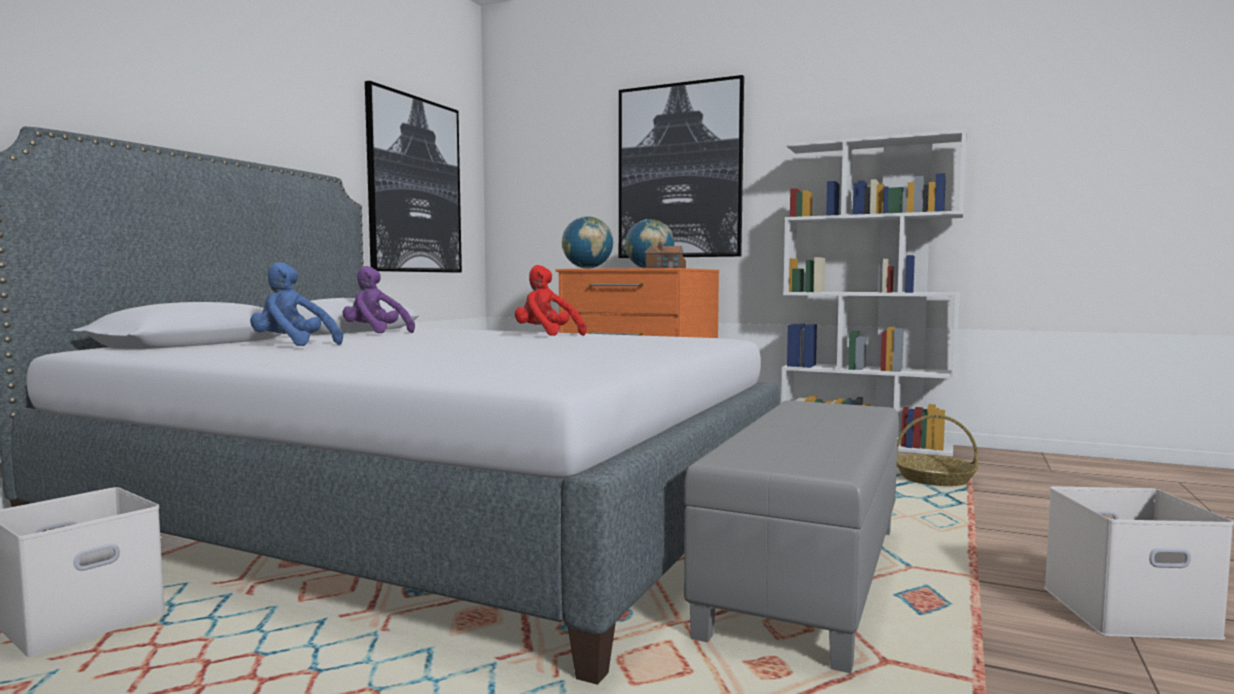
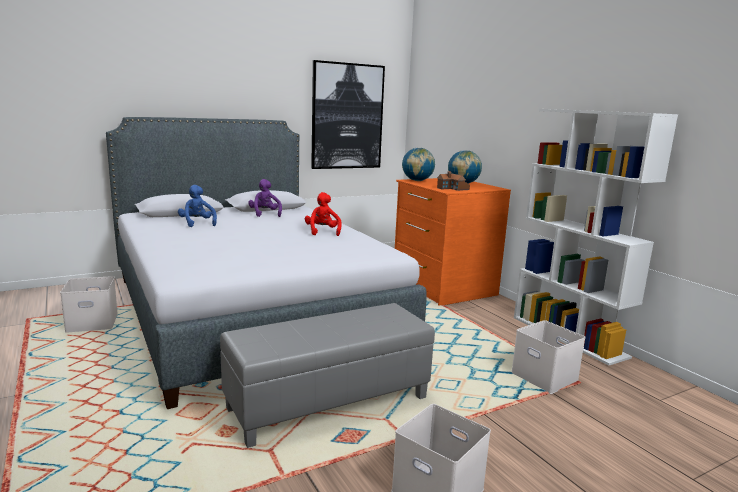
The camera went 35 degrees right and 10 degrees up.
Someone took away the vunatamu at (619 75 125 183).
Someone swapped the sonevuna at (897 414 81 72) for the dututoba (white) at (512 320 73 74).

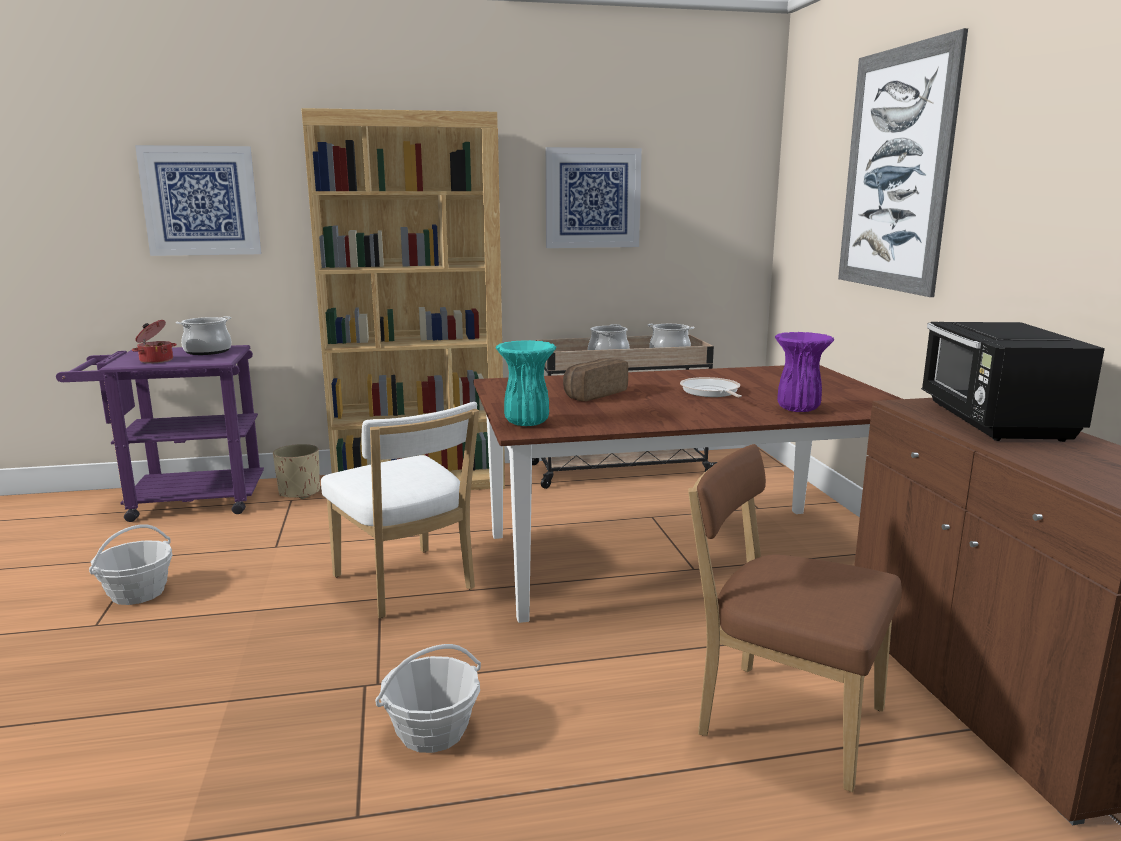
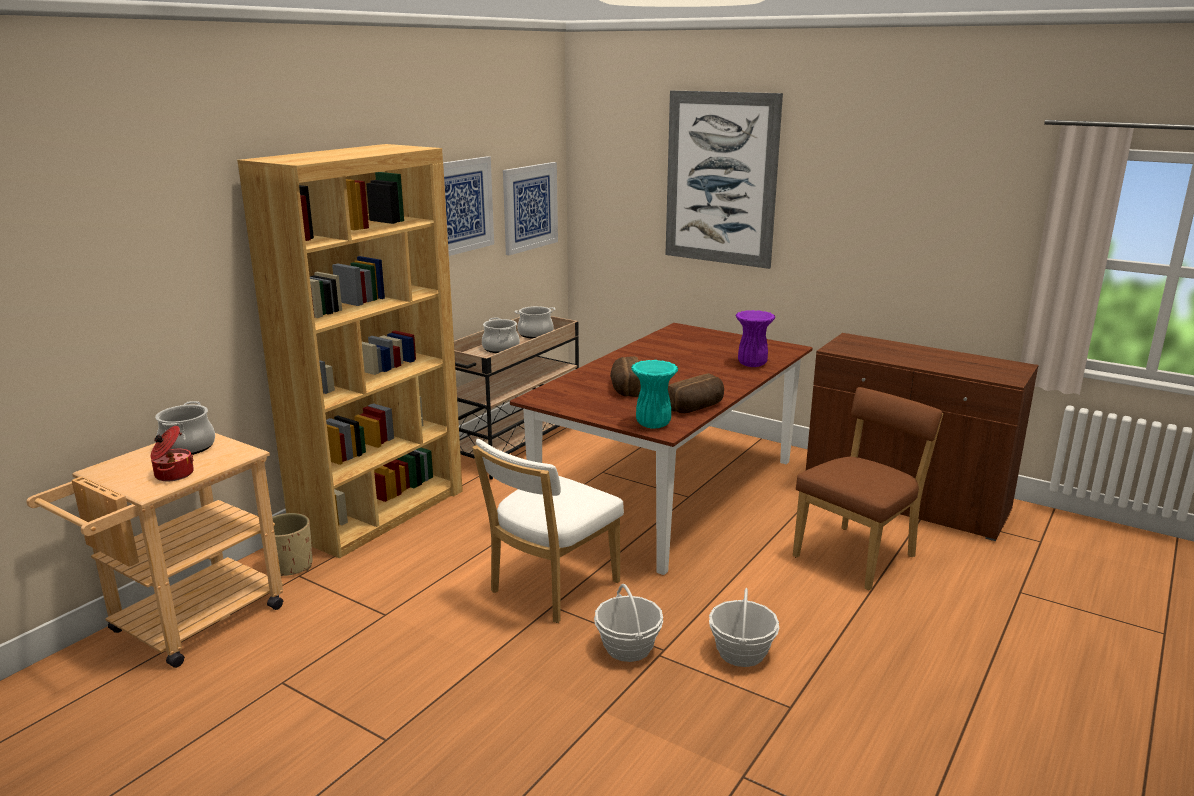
The camera went 45 degrees left and 5 degrees up.
Someone repainted the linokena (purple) at (56 345 208 177), which became the linokena (beige) at (26 433 258 235).
Someone carried the sonevuna from (89 524 84 81) to (594 584 69 78).
Someone carried the vunatamu from (135 145 126 111) to (503 162 55 93).
Someone rotated the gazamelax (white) at (321 402 158 216) by 120 degrees clockwise.
Someone took away the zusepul at (680 377 62 20).
Someone rotated the gazamelax (brown) at (688 444 214 348) by 150 degrees clockwise.
Someone took away the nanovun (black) at (921 322 184 120).
Someone put down the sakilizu at (668 373 56 40).

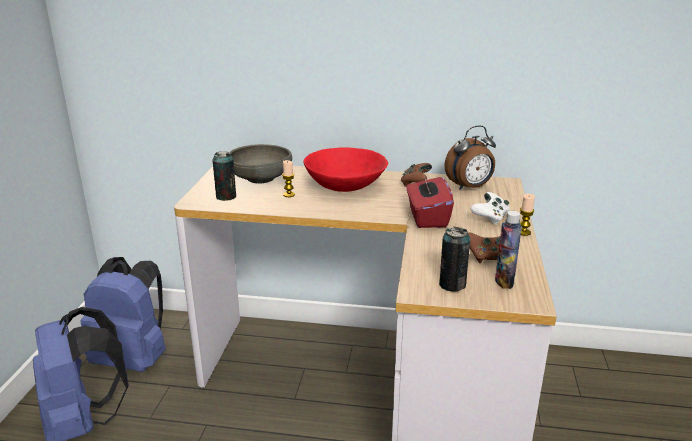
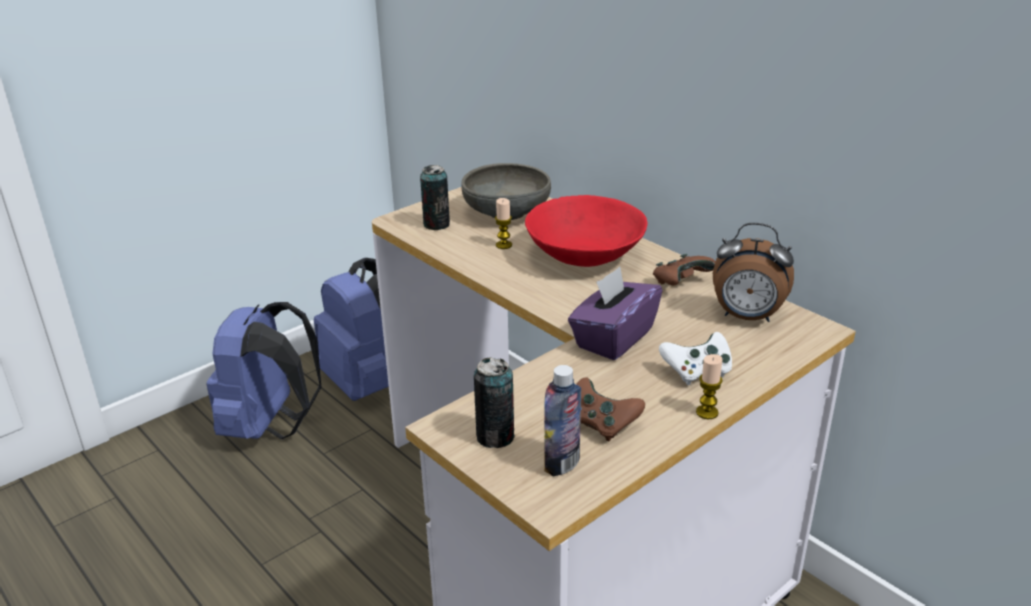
The camera went 40 degrees right and 5 degrees up.
Someone repainted the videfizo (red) at (407 172 47 56), which became the videfizo (purple) at (568 267 95 93).

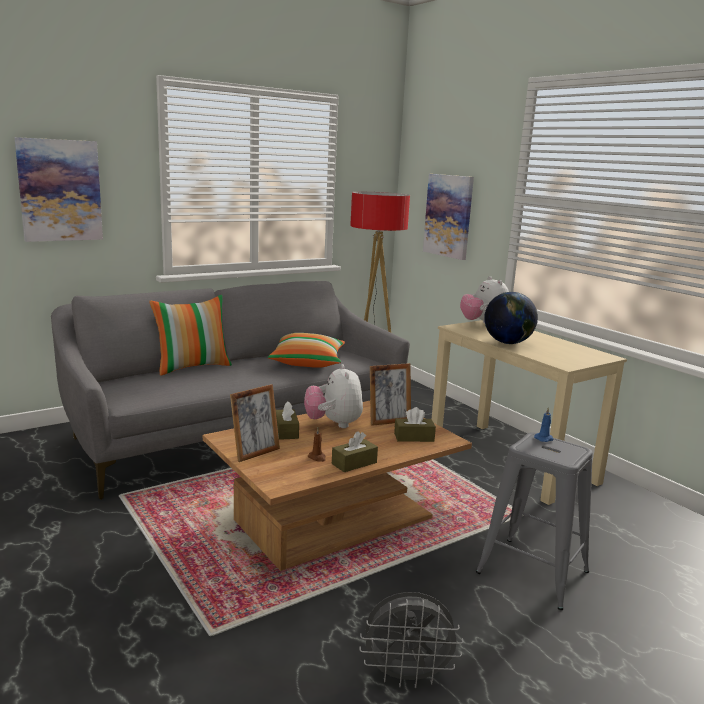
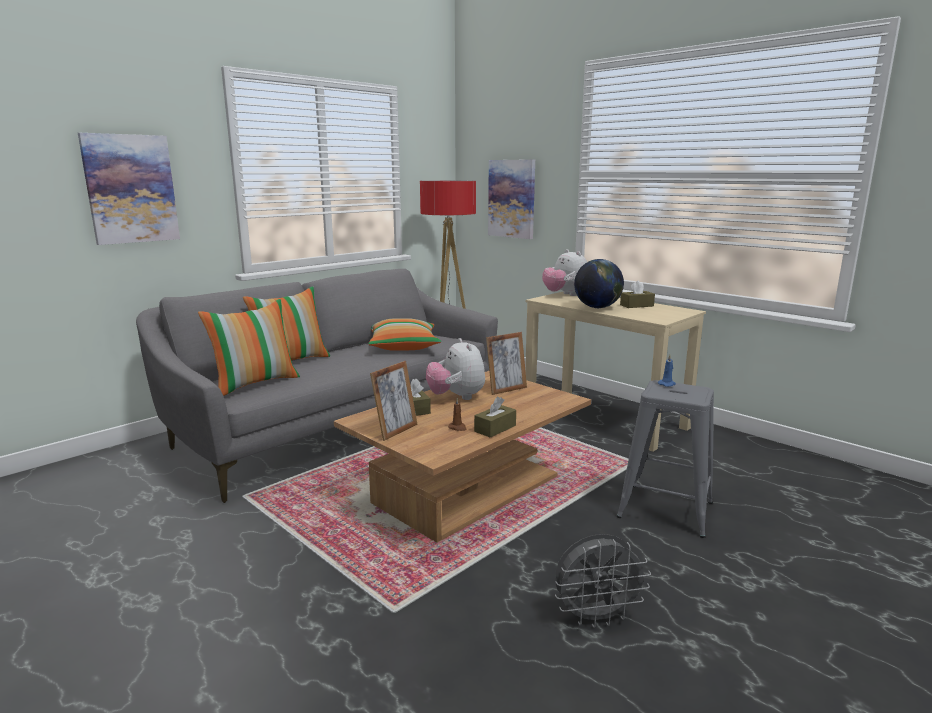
The camera went 10 degrees left and 0 degrees up.
Someone carried the videfizo (brown) from (394 407 42 35) to (620 280 35 28).
Someone put down the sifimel at (198 299 102 97).

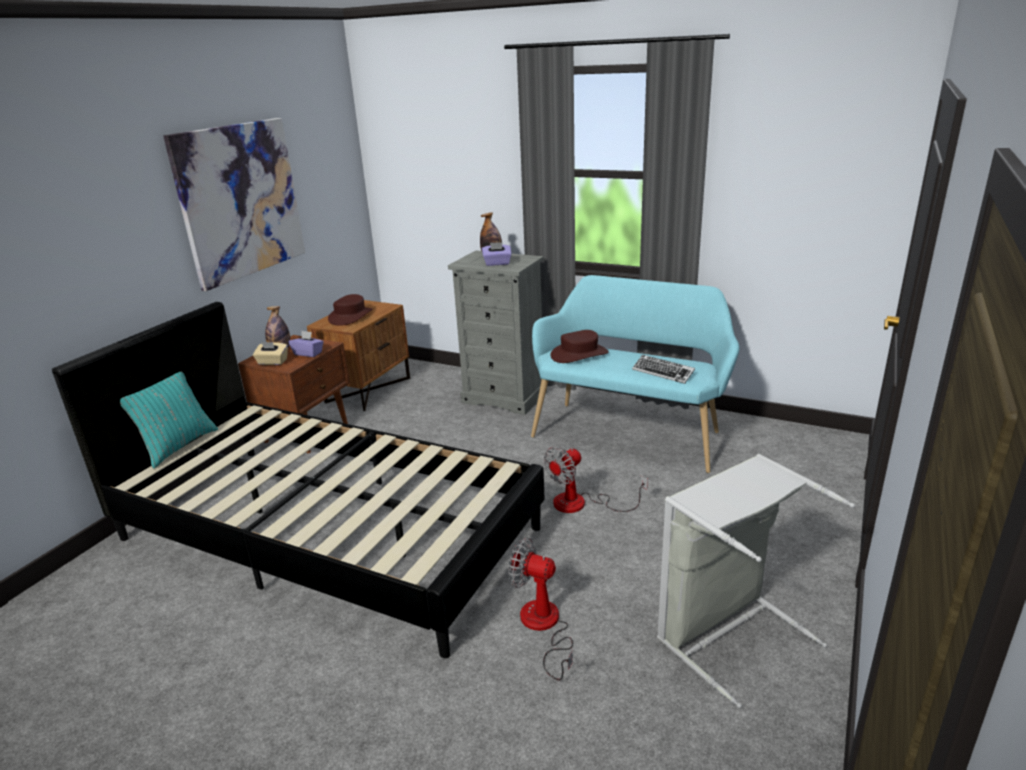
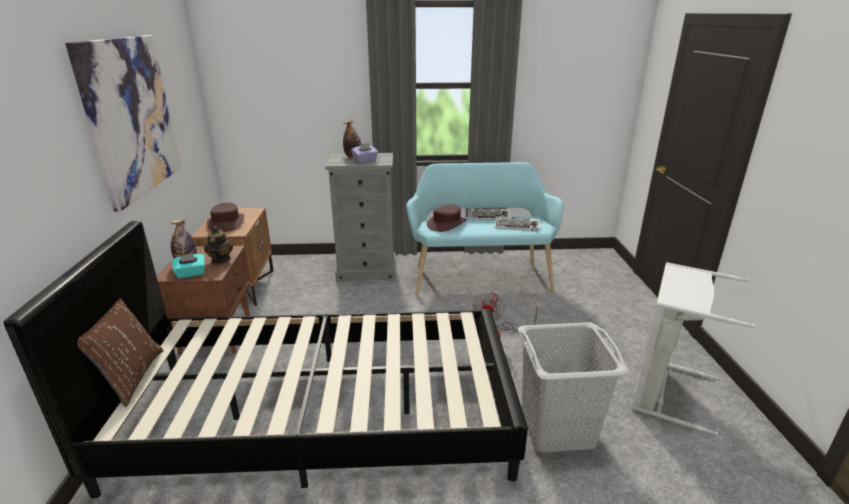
The camera went 30 degrees left and 0 degrees up.
Someone repainted the sifimel (turquoise) at (120 372 98 96), which became the sifimel (brown) at (77 298 87 109).
Someone repainted the videfizo (beige) at (253 342 35 23), which became the videfizo (turquoise) at (172 254 33 25).
Someone swapped the videfizo (purple) at (289 331 35 26) for the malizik at (204 226 29 38).
Someone swapped the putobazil at (508 538 65 142) for the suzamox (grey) at (518 322 111 130).
Someone put down the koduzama at (468 208 42 12).

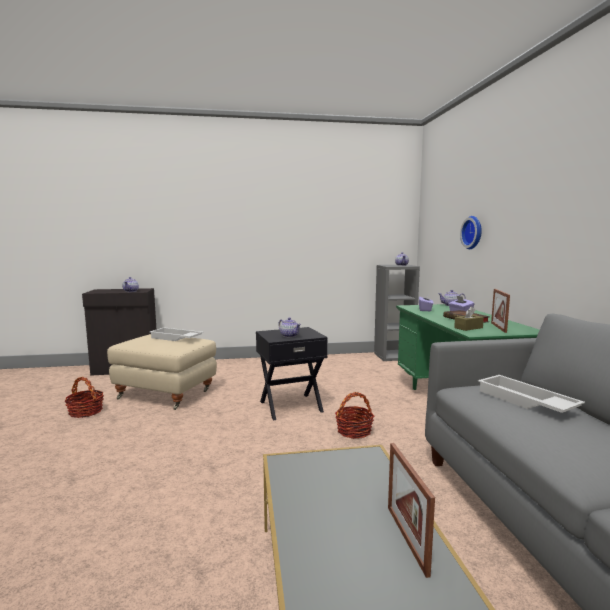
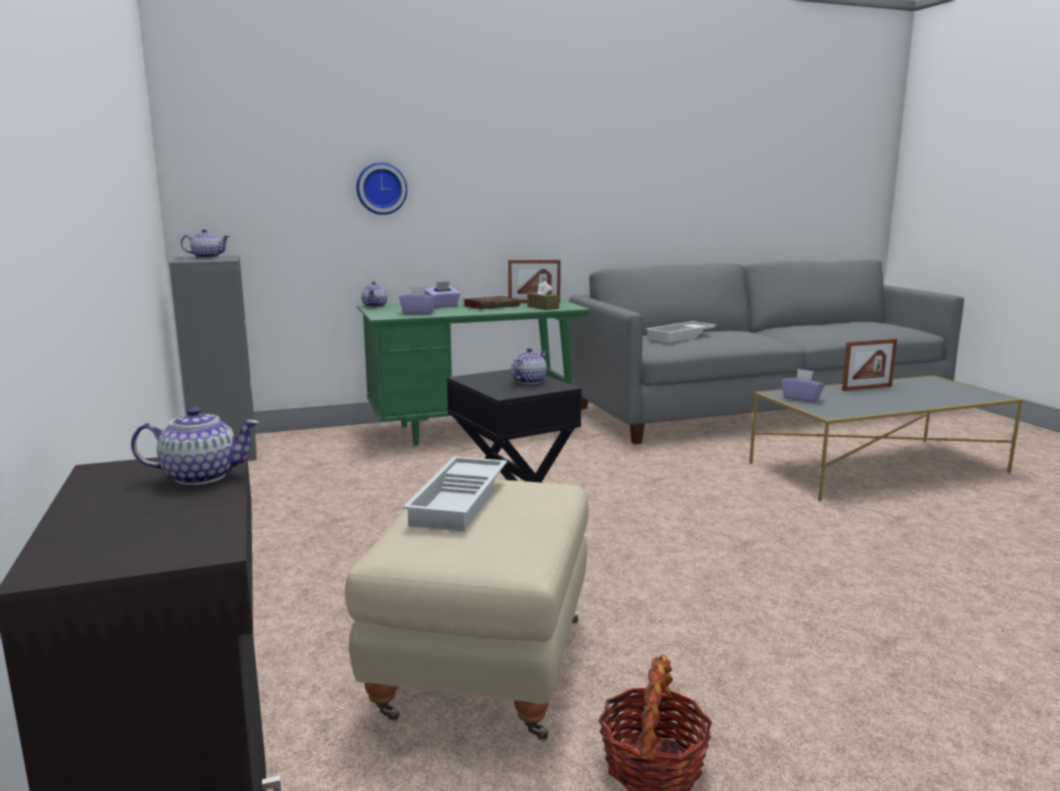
The camera went 100 degrees left and 5 degrees up.
Someone took away the sonevuna at (335 392 39 47).
Someone put down the videfizo (purple) at (781 369 44 33).

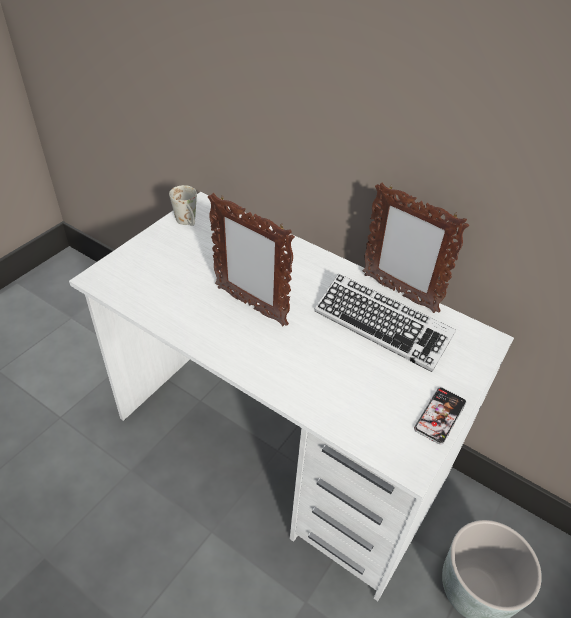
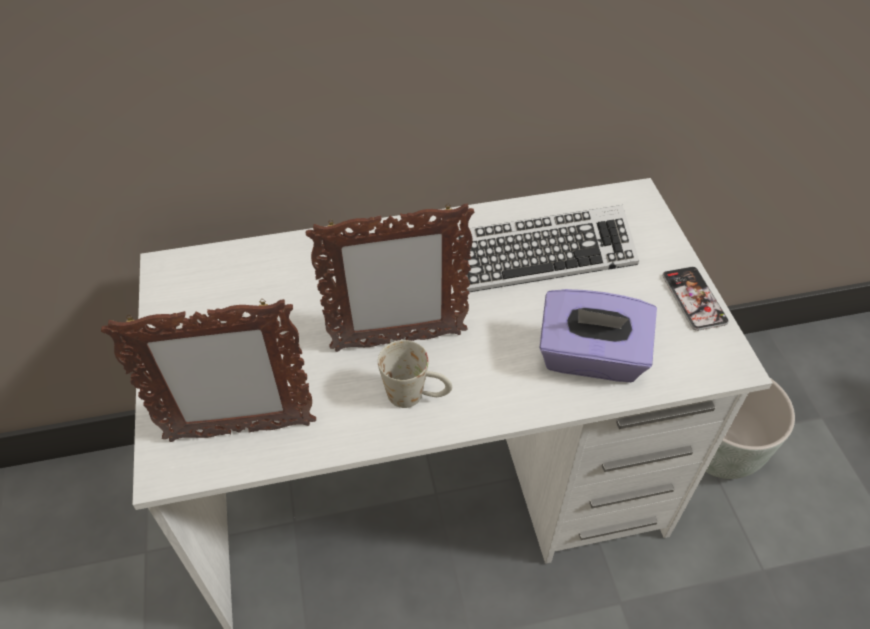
The camera went 45 degrees left and 5 degrees up.
Someone carried the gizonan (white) from (169 185 28 41) to (378 340 74 68).
Someone carried the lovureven from (362 182 107 131) to (101 299 215 143).
Someone put down the videfizo (purple) at (539 289 118 93).

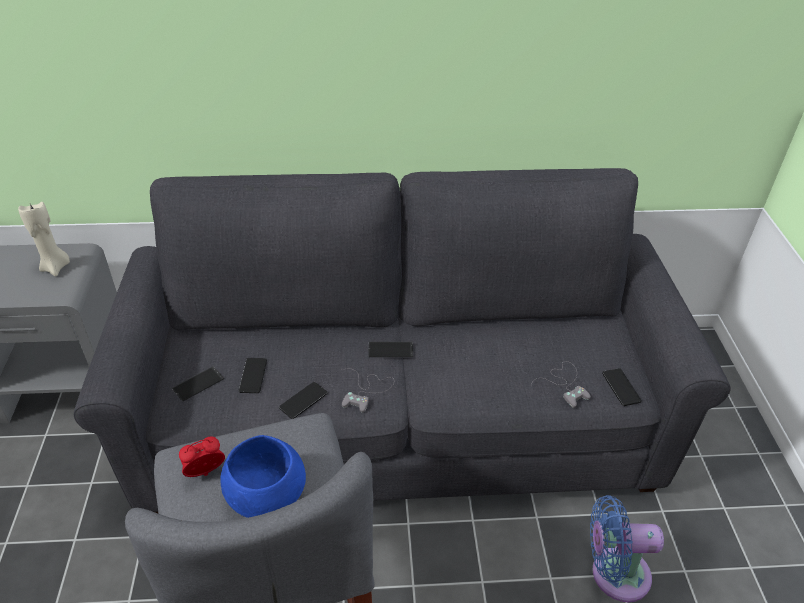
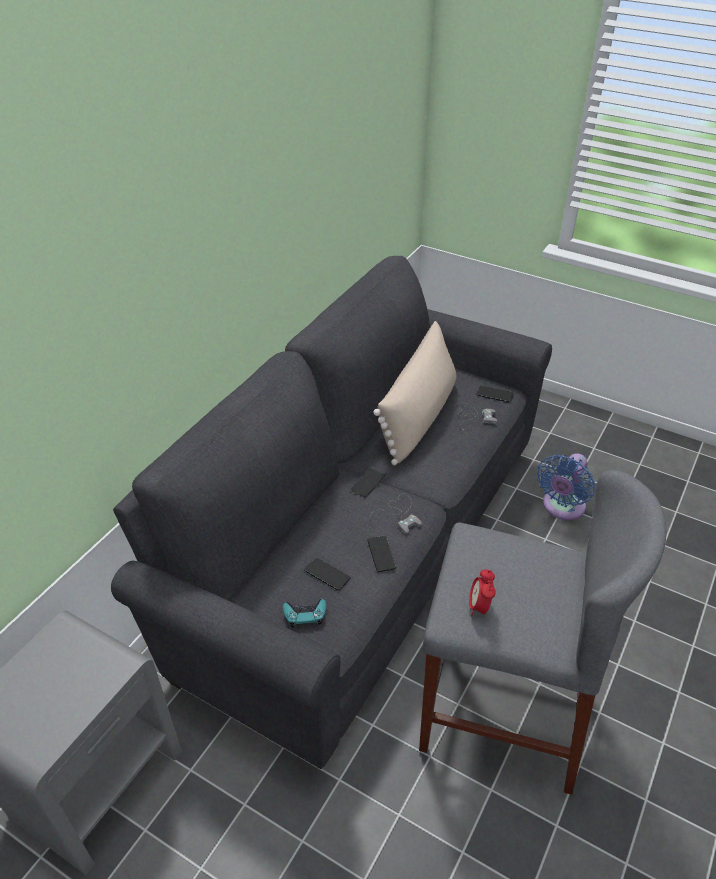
The camera went 55 degrees left and 0 degrees up.
Someone took away the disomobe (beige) at (18 202 52 74).
Someone swapped the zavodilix at (172 366 52 36) for the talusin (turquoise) at (283 599 43 29).
Someone took away the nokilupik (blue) at (220 435 86 83).
Someone put down the sifimel (beige) at (373 321 83 144).

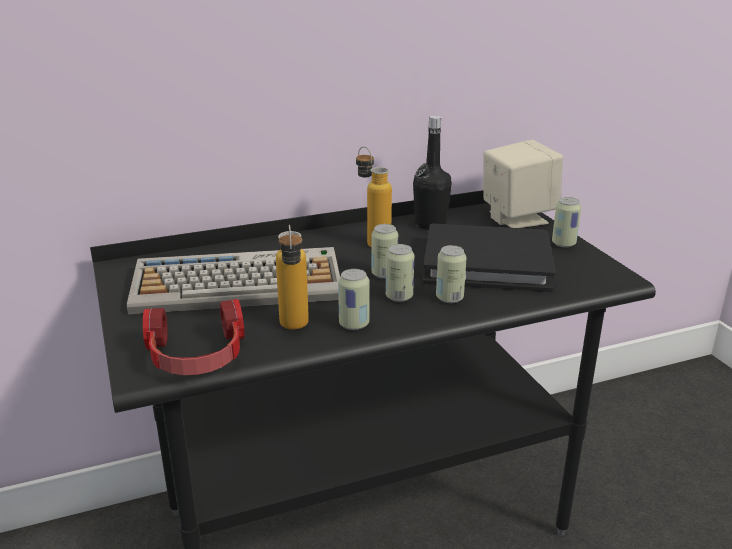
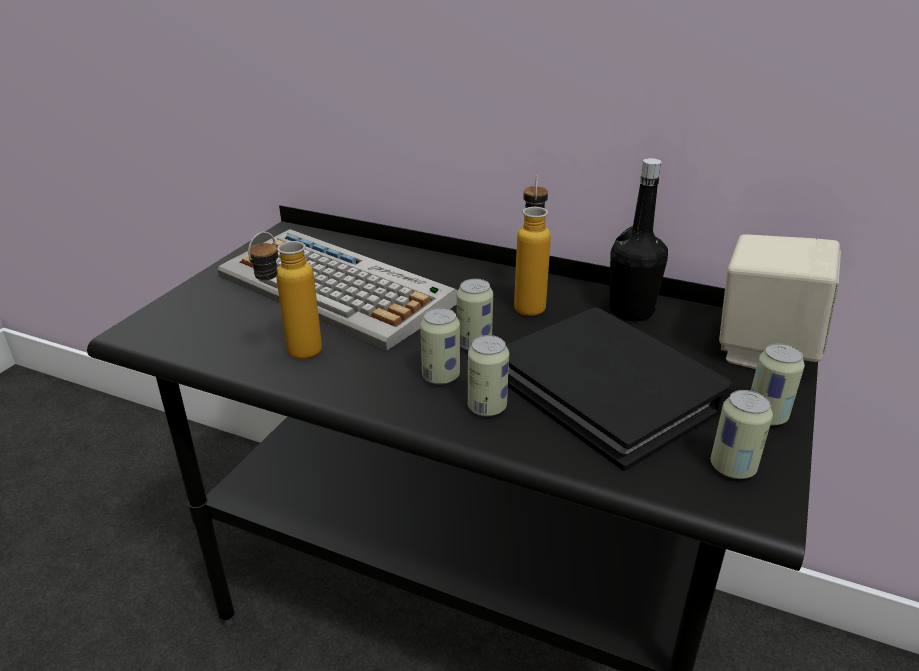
The camera went 45 degrees right and 5 degrees up.
Someone took away the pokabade at (143 299 102 76).
Someone carried the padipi from (338 269 32 61) to (711 390 62 89).

